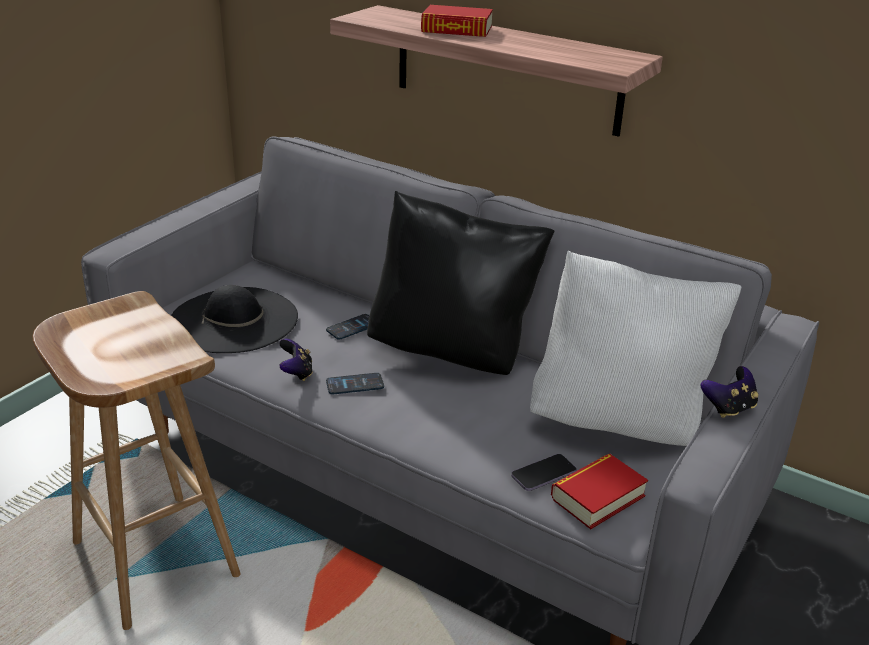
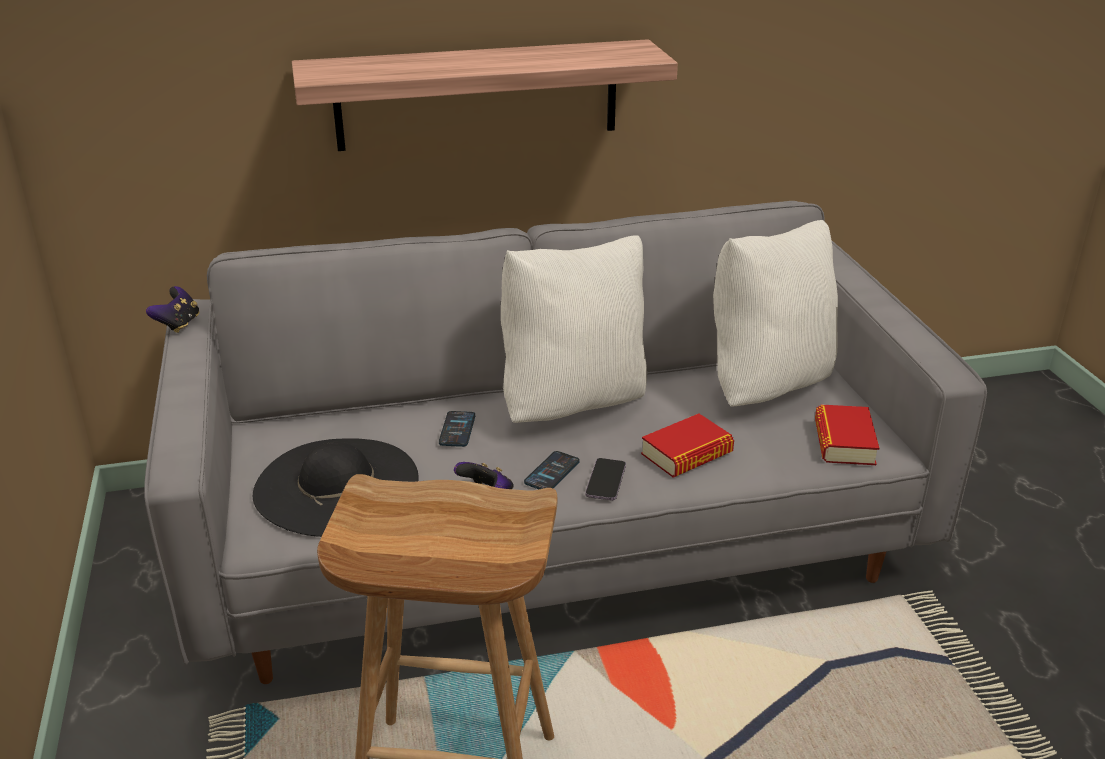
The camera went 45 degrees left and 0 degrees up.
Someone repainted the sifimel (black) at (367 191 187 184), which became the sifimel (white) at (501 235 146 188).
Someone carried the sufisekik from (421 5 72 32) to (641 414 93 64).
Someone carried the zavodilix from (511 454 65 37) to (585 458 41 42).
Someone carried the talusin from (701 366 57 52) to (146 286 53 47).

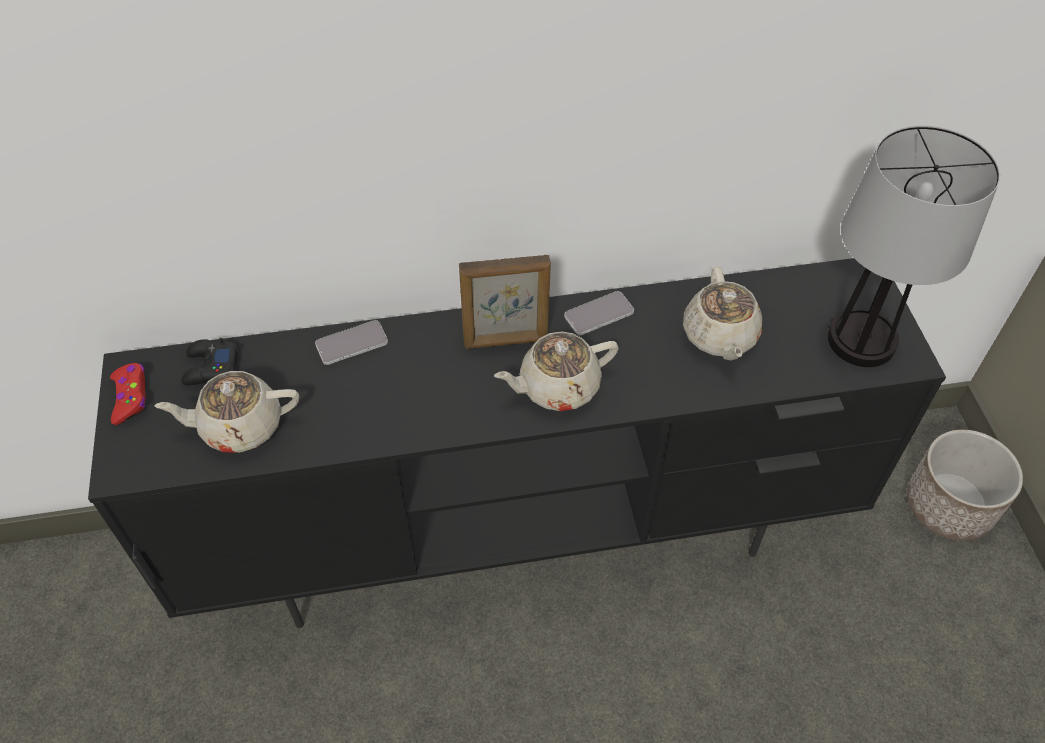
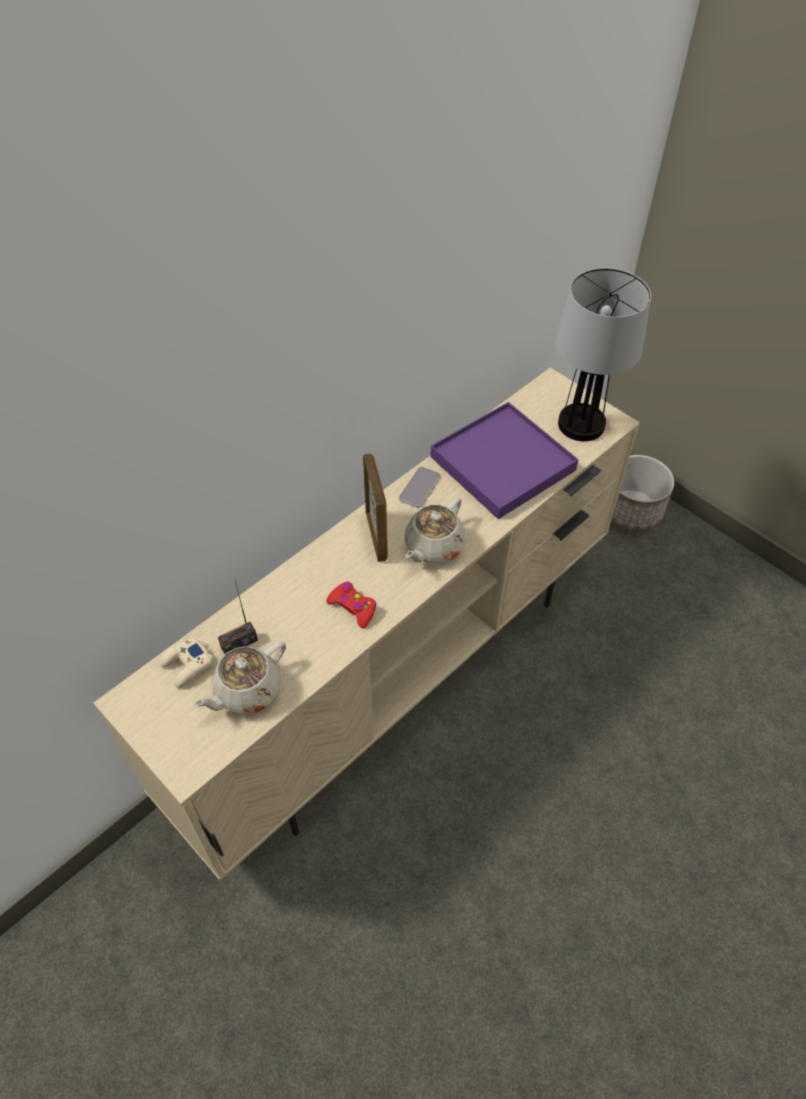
The camera went 35 degrees left and 0 degrees up.
Someone repainted the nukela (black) at (88 258 858 370), which became the nukela (beige) at (93 368 547 513).
Someone carried the talusin (red) from (110 363 36 62) to (326 582 51 47).
Someone repainted the talusin (black) at (181 338 58 47), which became the talusin (beige) at (160 638 54 50).
Someone took away the zavodilix at (315 320 73 45).
Someone rotated the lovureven at (459 255 92 94) by 60 degrees counterclockwise.
Someone swapped the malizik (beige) at (683 266 79 95) for the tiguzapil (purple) at (430 402 149 117).
Someone put down the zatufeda at (218 581 40 73).

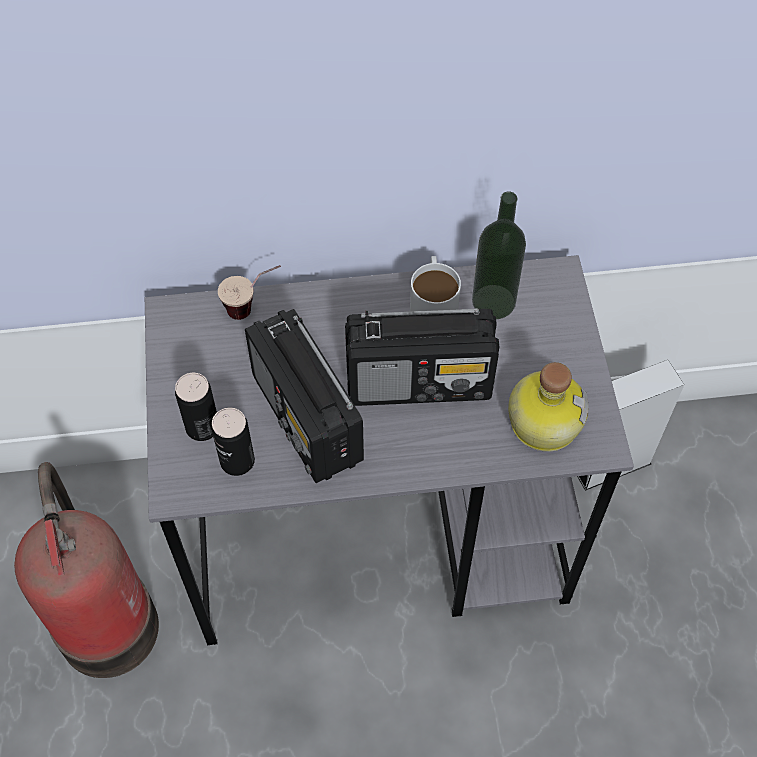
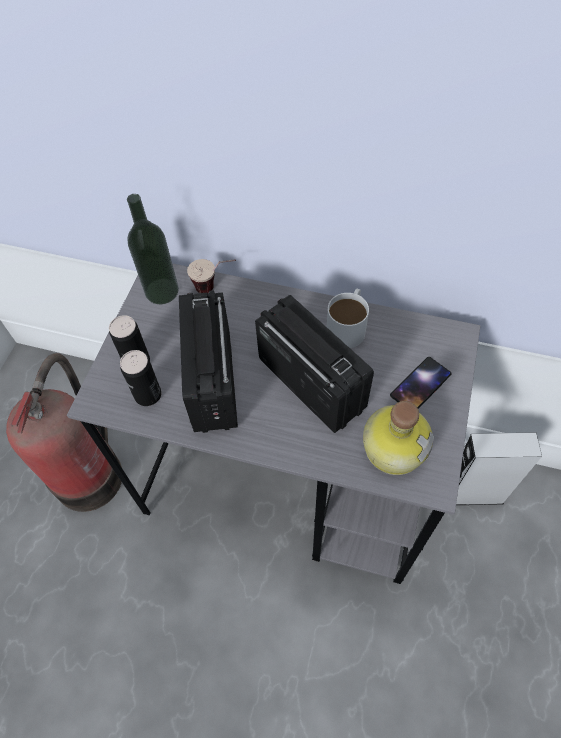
The camera went 25 degrees right and 0 degrees up.
Someone rotated the zatufeda at (345 308 154 98) by 150 degrees counterclockwise.
Someone carried the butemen from (472 191 54 128) to (127 194 52 110).
Someone put down the zavodilix at (390 357 61 52).

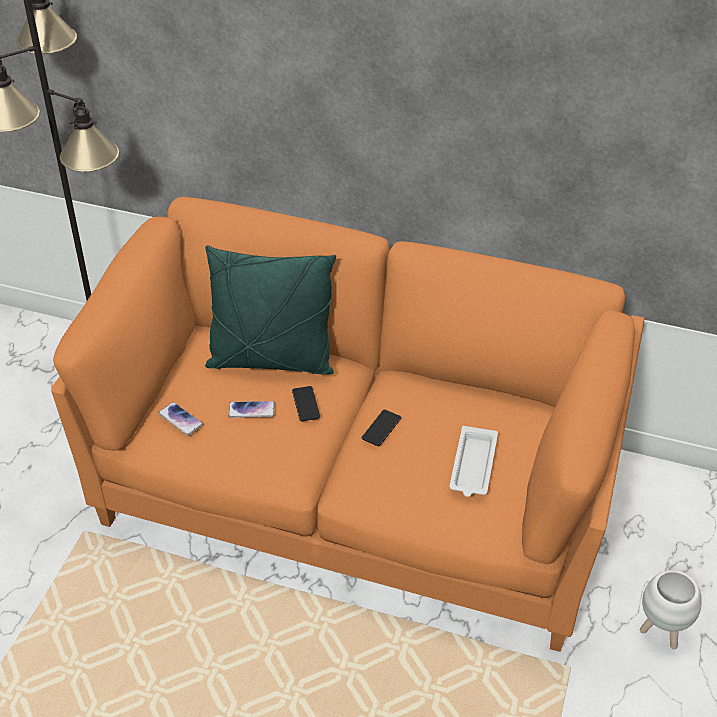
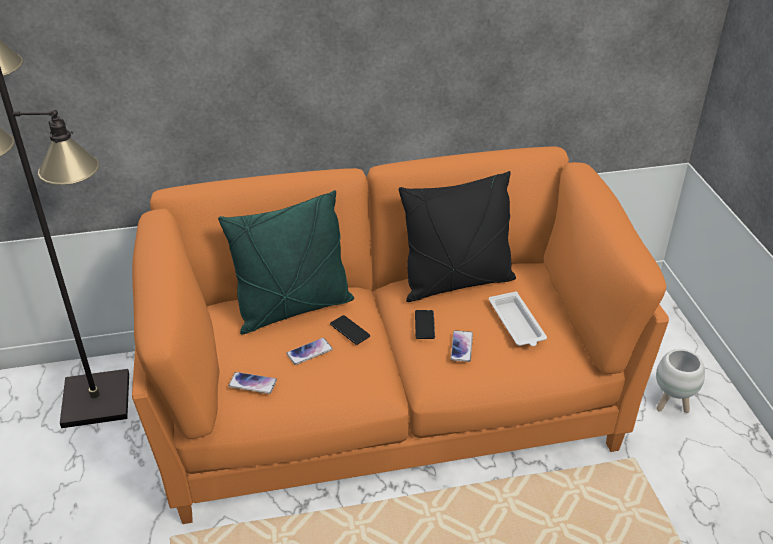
The camera went 30 degrees left and 5 degrees down.
Someone put down the sifimel (black) at (399 171 117 131).
Someone put down the zavodilix at (450 330 23 32).

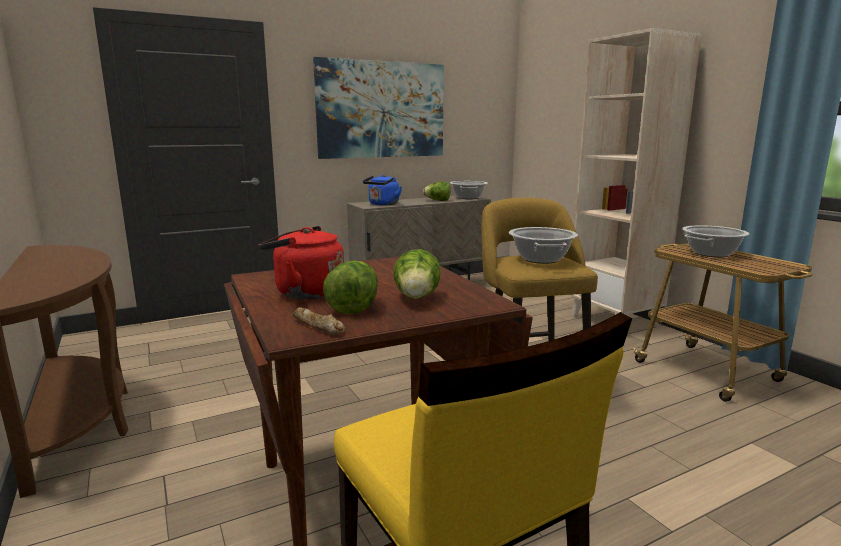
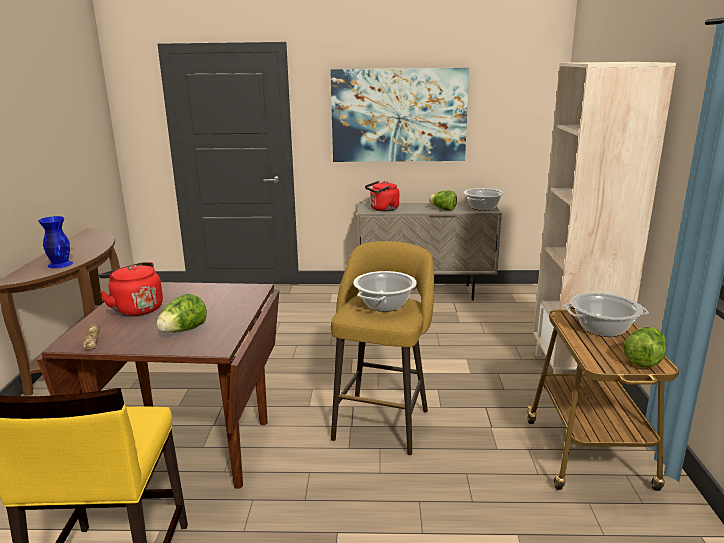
The camera went 30 degrees right and 5 degrees up.
Someone carried the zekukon from (323 261 55 53) to (623 327 44 40).
Someone repainted the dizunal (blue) at (363 174 39 32), which became the dizunal (red) at (365 181 34 30).
Someone put down the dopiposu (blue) at (38 216 35 52).

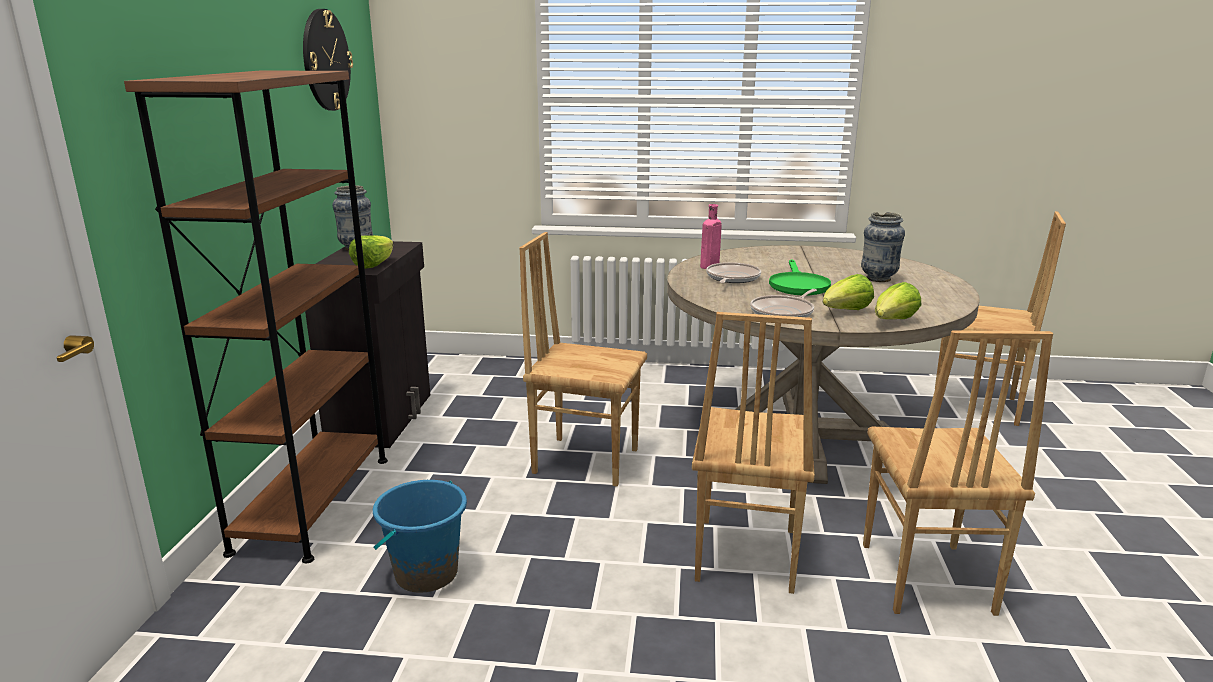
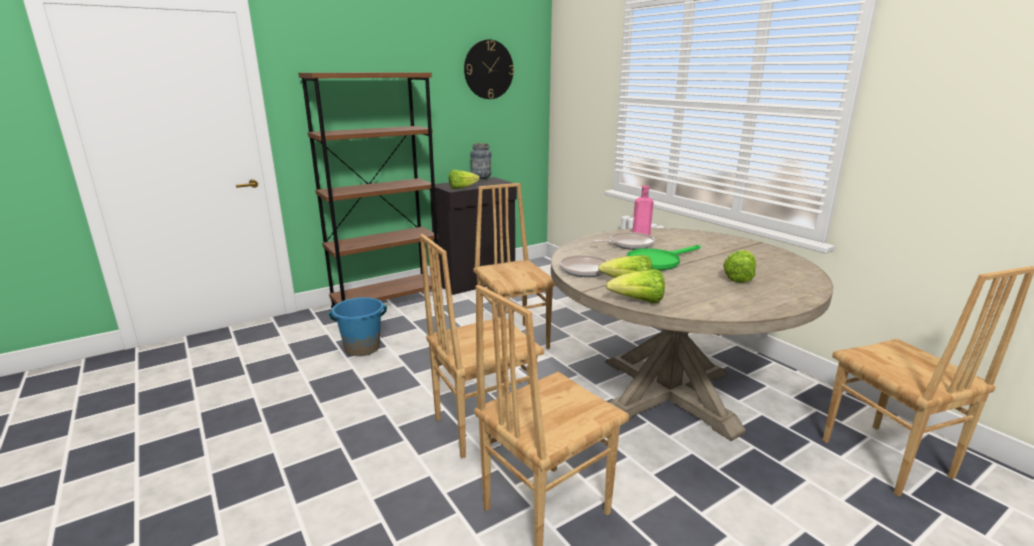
The camera went 50 degrees right and 0 degrees up.
Someone swapped the dopiposu at (861 212 44 70) for the zekukon at (723 250 33 33).

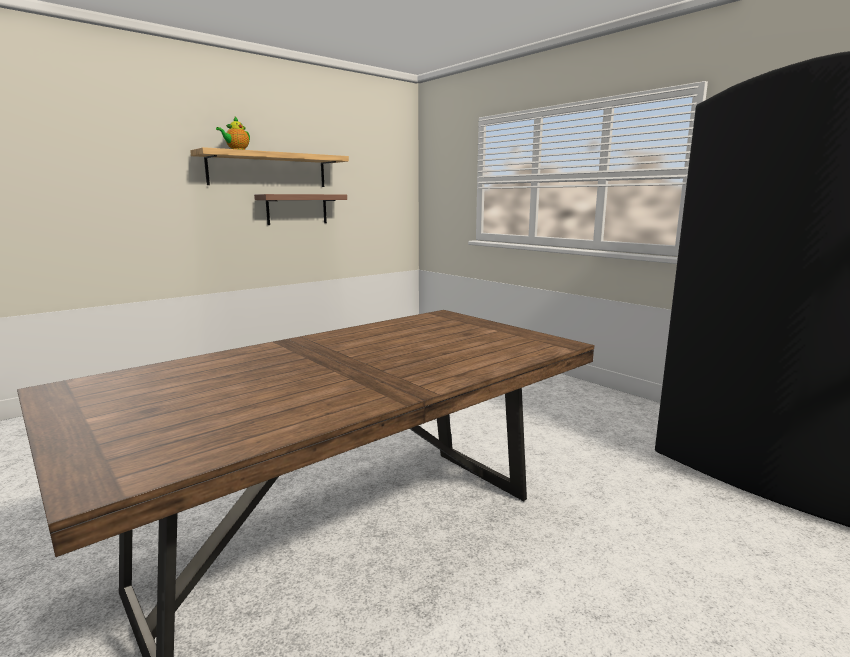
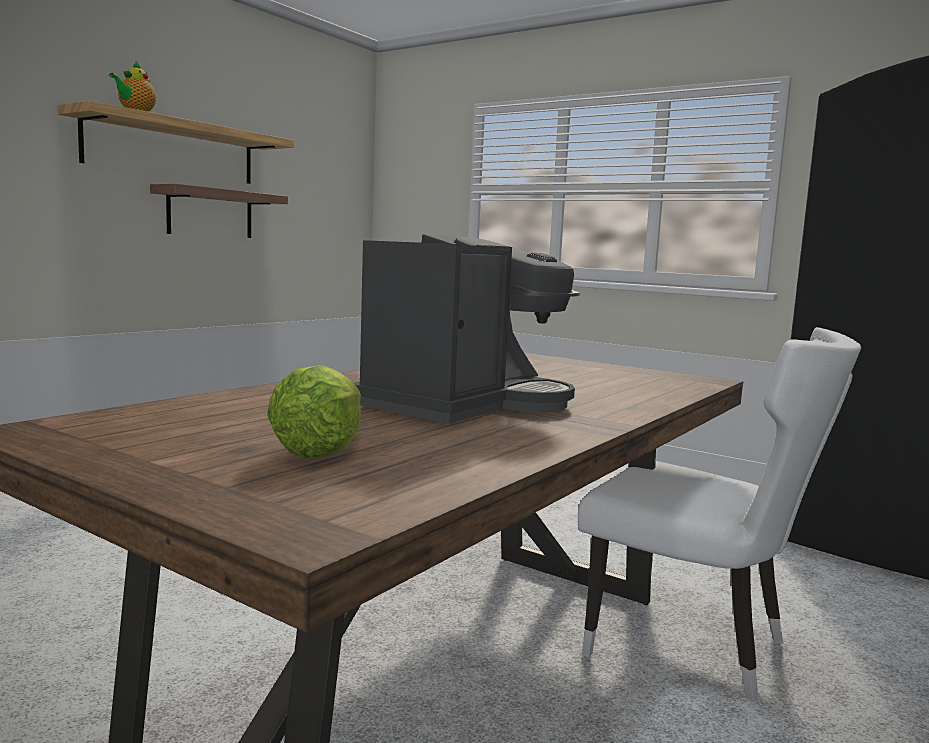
The camera went 15 degrees left and 5 degrees down.
Someone put down the zekukon at (267 365 94 93).
Someone put down the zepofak at (354 234 226 190).
Someone put down the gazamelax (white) at (578 327 283 375).

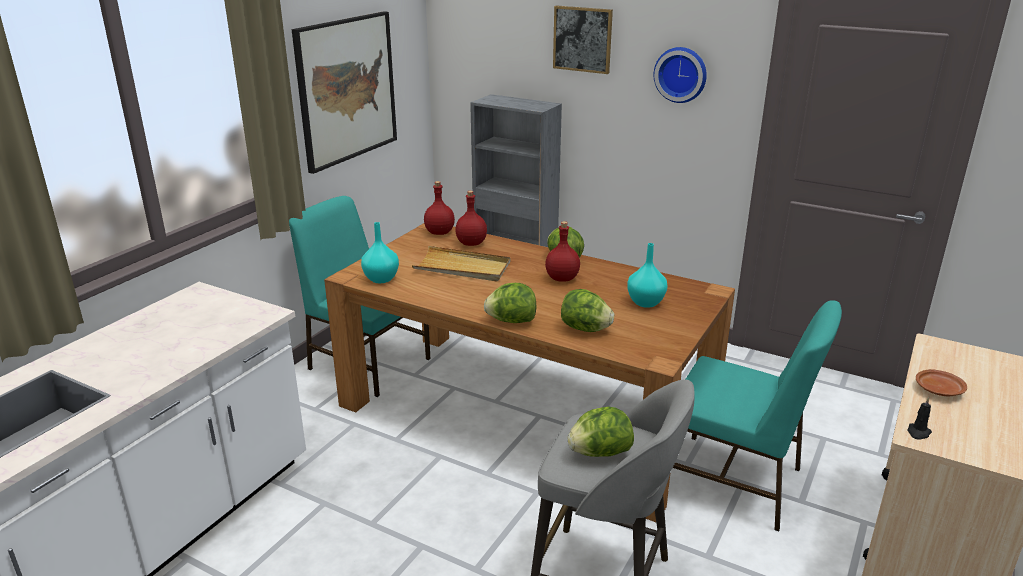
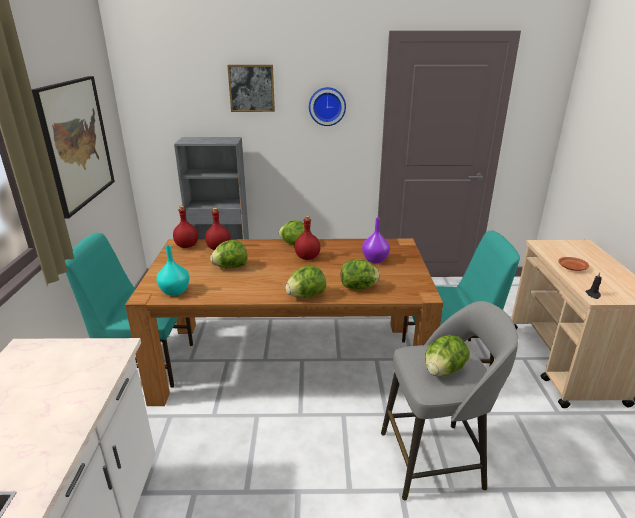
The camera went 30 degrees left and 0 degrees up.
Someone swapped the tiguzapil (beige) at (412 246 99 36) for the zekukon at (210 240 37 28).
Someone repainted the dopiposu (turquoise) at (627 243 41 65), which became the dopiposu (purple) at (362 218 28 45).

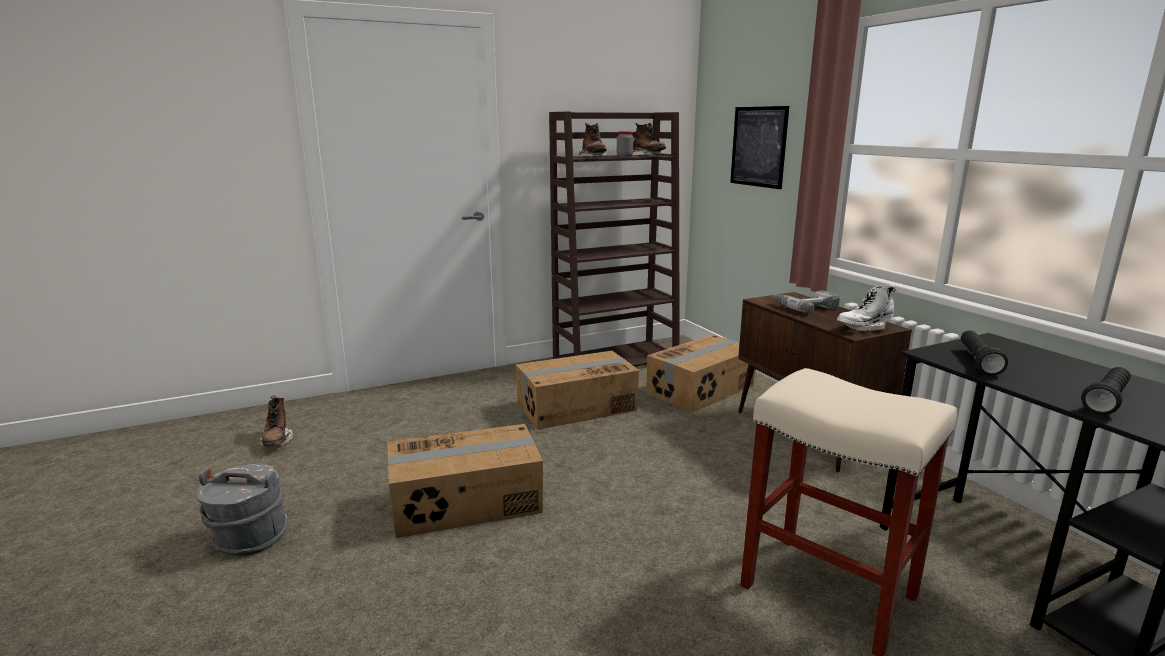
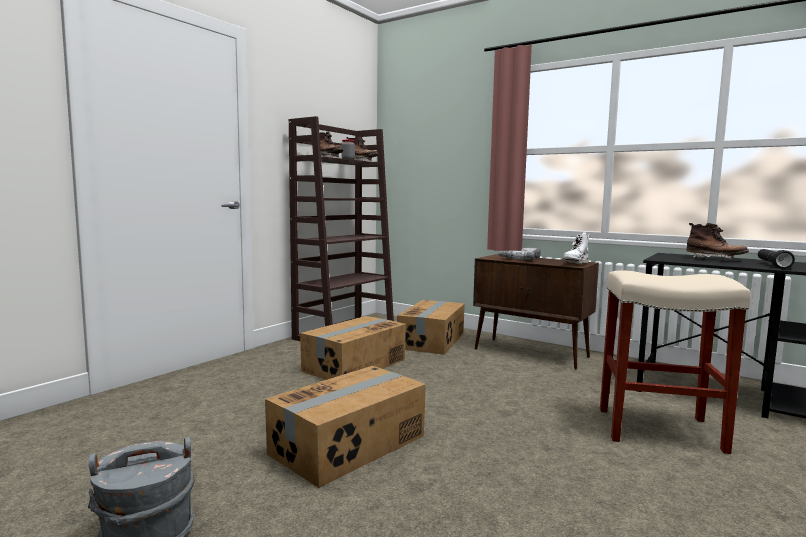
The camera went 30 degrees left and 10 degrees down.
Someone carried the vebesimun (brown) from (259 395 34 52) to (686 223 63 36).
Someone took away the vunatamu at (730 106 59 83).
Someone took away the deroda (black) at (961 330 47 45).

